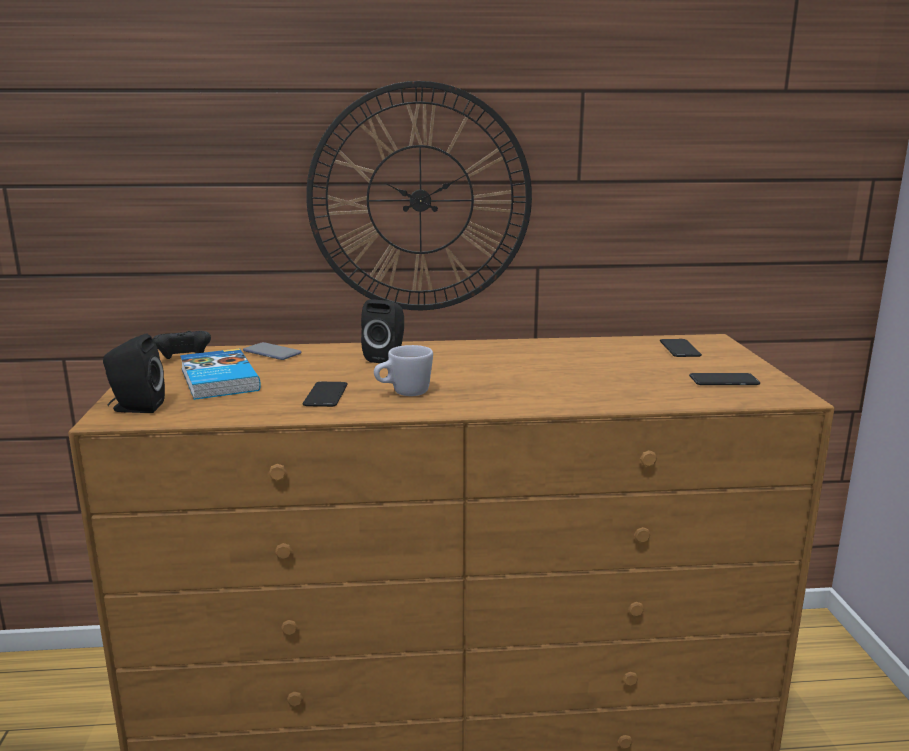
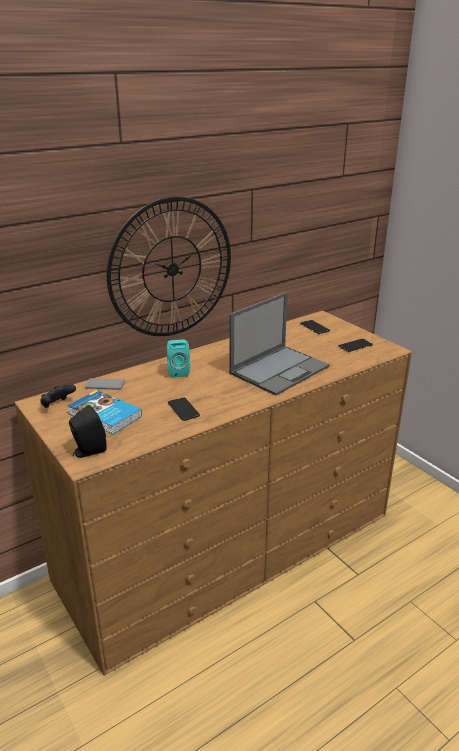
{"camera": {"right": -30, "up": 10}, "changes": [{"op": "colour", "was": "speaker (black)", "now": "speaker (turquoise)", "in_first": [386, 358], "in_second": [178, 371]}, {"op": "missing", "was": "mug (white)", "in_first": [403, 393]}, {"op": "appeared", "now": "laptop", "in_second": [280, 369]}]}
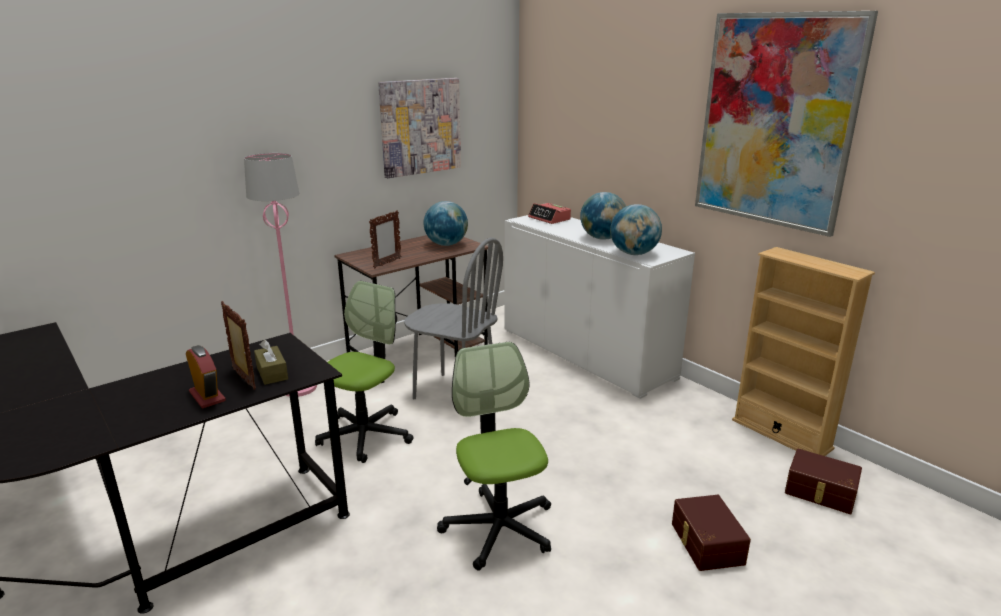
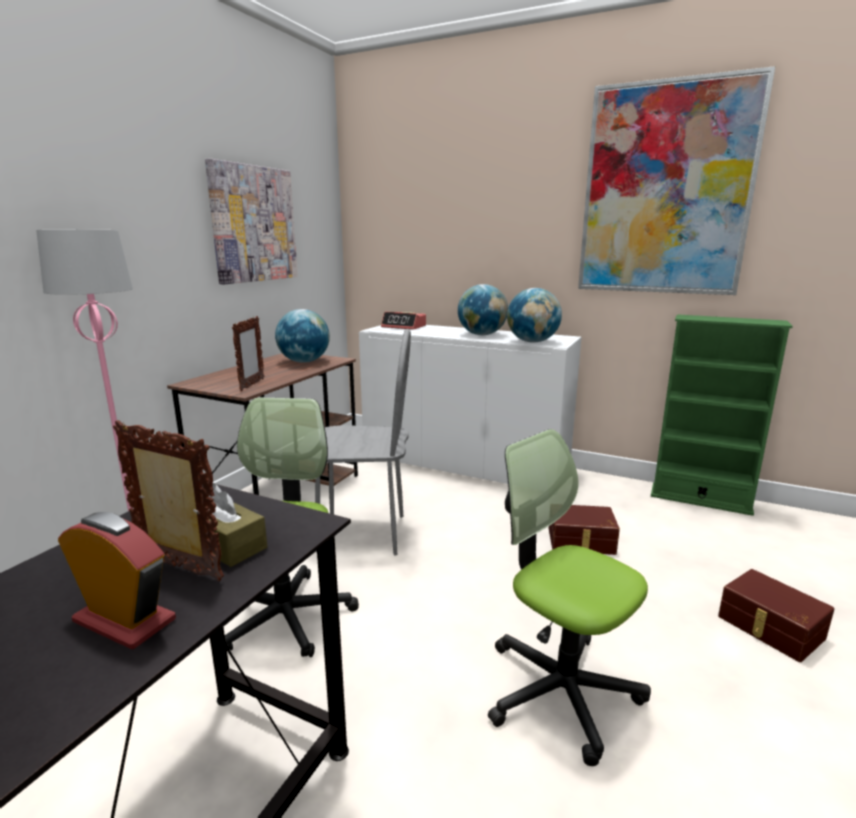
{"camera": {"right": -25, "up": -5}, "changes": [{"op": "colour", "was": "bookcase (beige)", "now": "bookcase (green)", "in_first": [781, 434], "in_second": [700, 499]}, {"op": "relocated", "was": "storage box (brown)", "in_first": [820, 492], "in_second": [581, 541]}]}
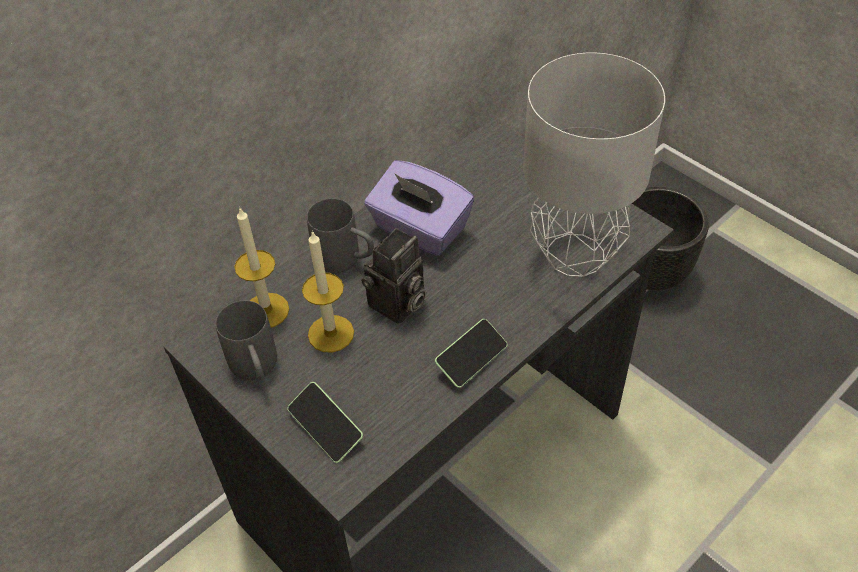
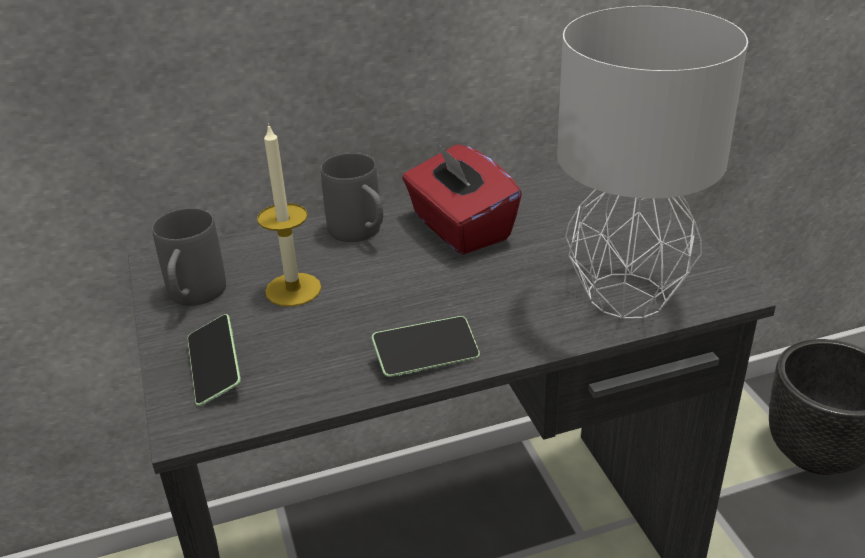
{"camera": {"right": 25, "up": -15}, "changes": [{"op": "missing", "was": "candle", "in_first": [266, 310]}, {"op": "missing", "was": "photo camera", "in_first": [397, 305]}, {"op": "colour", "was": "tissue box (purple)", "now": "tissue box (red)", "in_first": [419, 229], "in_second": [460, 228]}]}
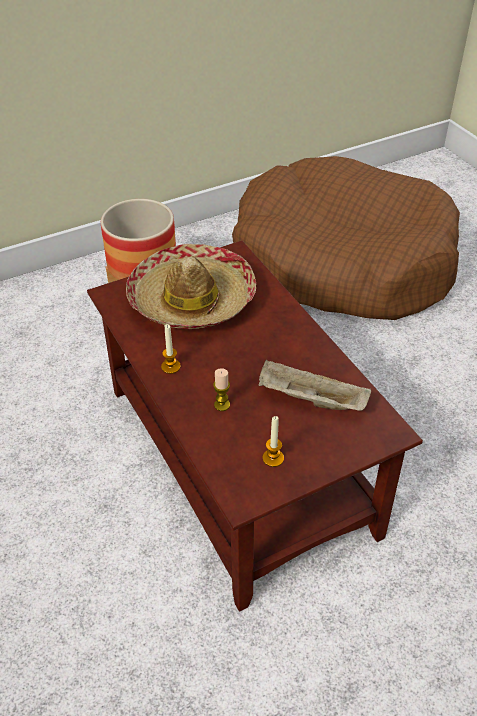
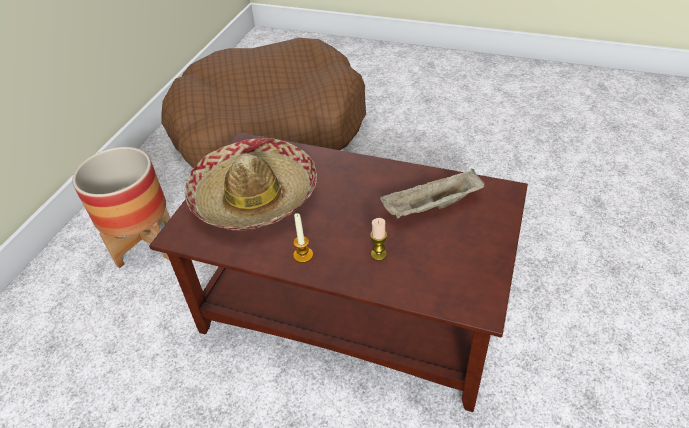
{"camera": {"right": -40, "up": 0}, "changes": [{"op": "missing", "was": "candle", "in_first": [273, 458]}]}
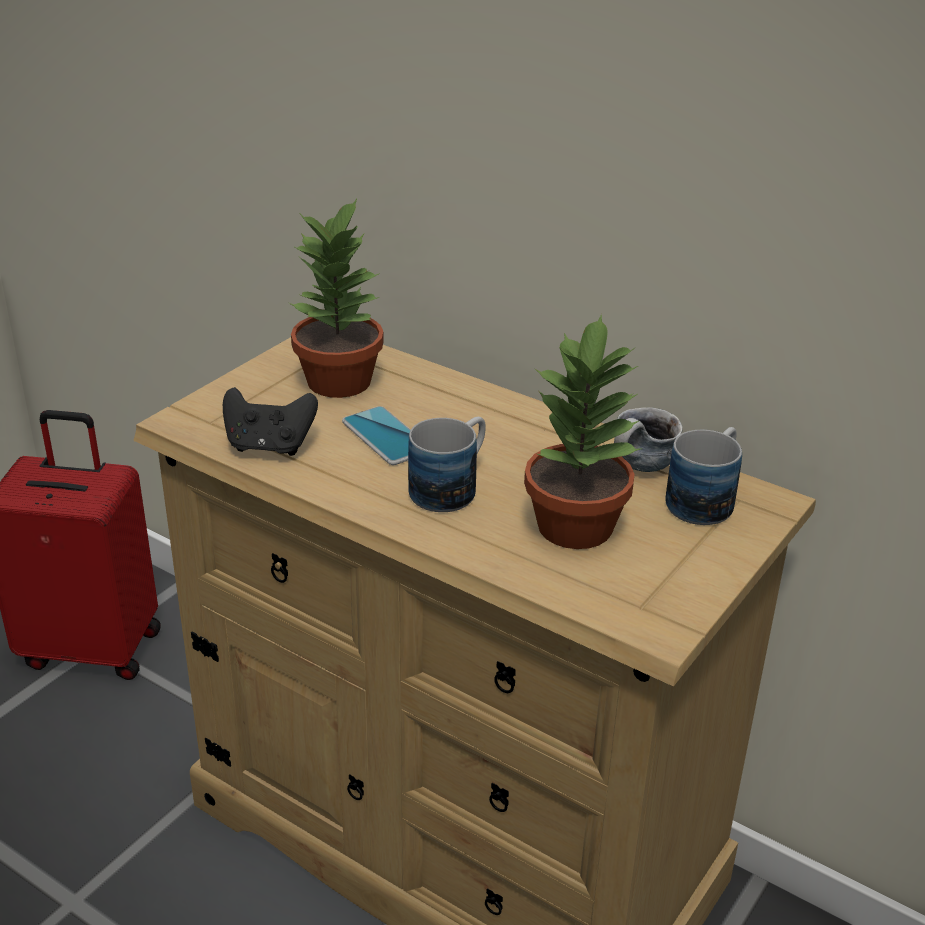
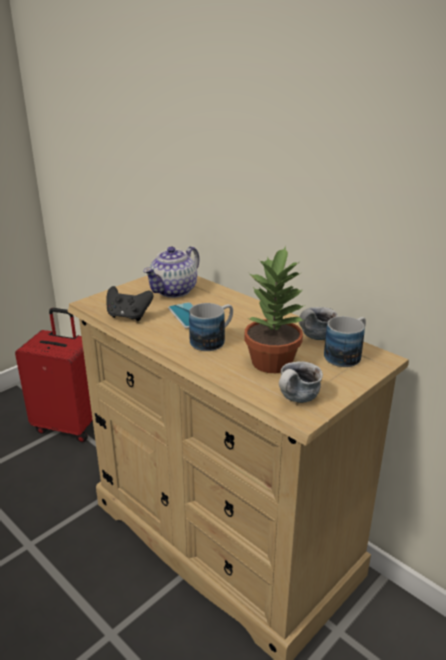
{"camera": {"right": 10, "up": -5}, "changes": [{"op": "exchanged", "was": "potted plant", "now": "teapot", "in_first": [341, 382], "in_second": [174, 291]}, {"op": "appeared", "now": "mug", "in_second": [297, 400]}]}
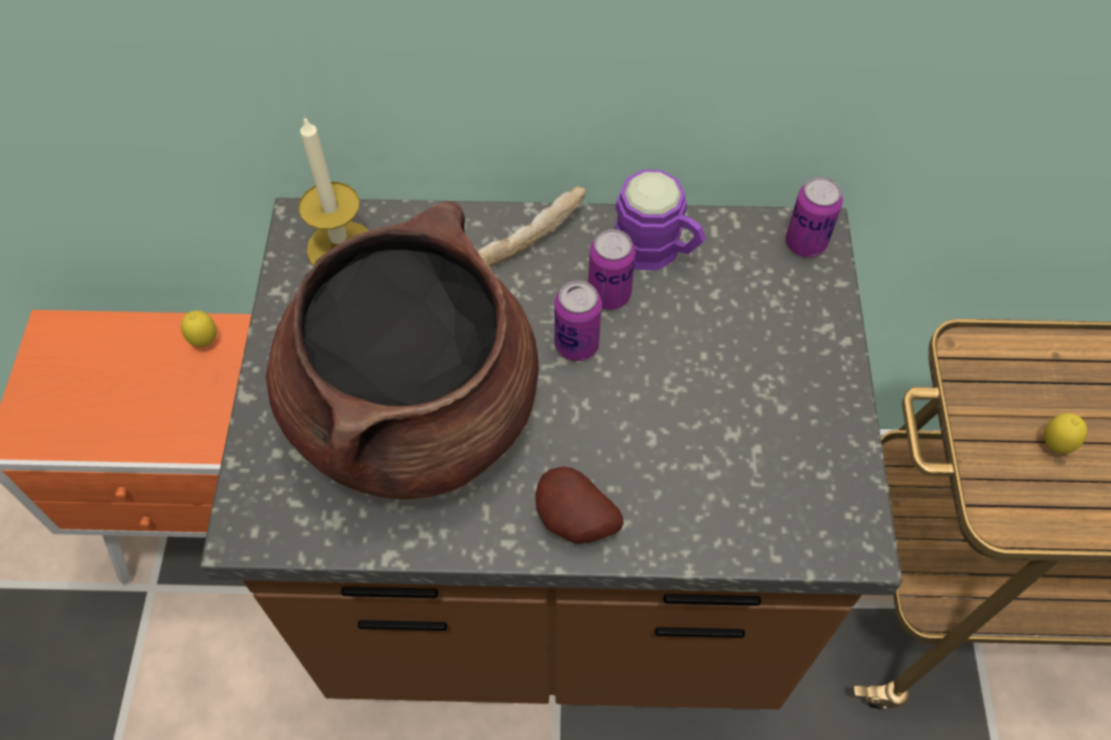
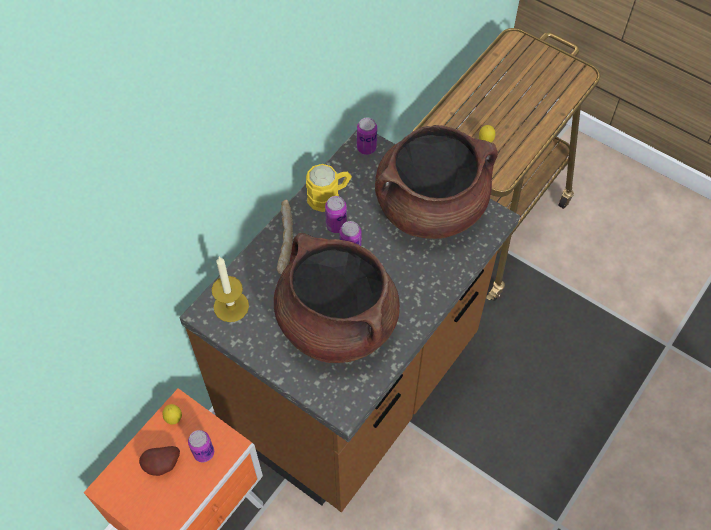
{"camera": {"right": -55, "up": 0}, "changes": [{"op": "relocated", "was": "potato", "in_first": [573, 523], "in_second": [162, 466]}, {"op": "colour", "was": "mug (purple)", "now": "mug (yellow)", "in_first": [658, 250], "in_second": [329, 196]}, {"op": "appeared", "now": "can", "in_second": [204, 453]}, {"op": "appeared", "now": "cooking pot (brown)", "in_second": [430, 207]}]}
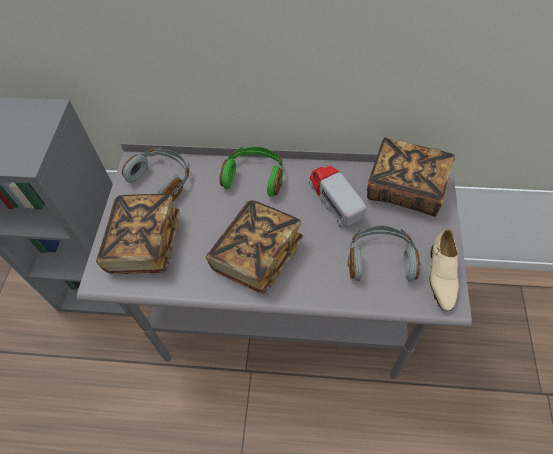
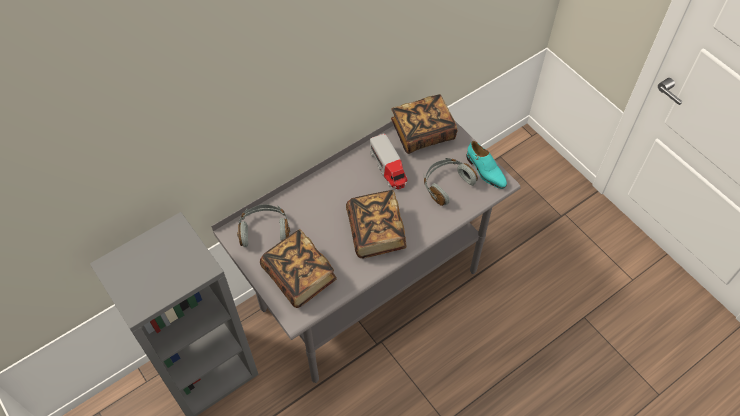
{"camera": {"right": -45, "up": 0}, "changes": [{"op": "missing", "was": "headphones (green)", "in_first": [254, 177]}, {"op": "spun", "was": "toy truck", "in_first": [334, 200], "in_second": [388, 168], "clockwise": -135}, {"op": "colour", "was": "shoe (beige)", "now": "shoe (turquoise)", "in_first": [441, 276], "in_second": [485, 171]}]}
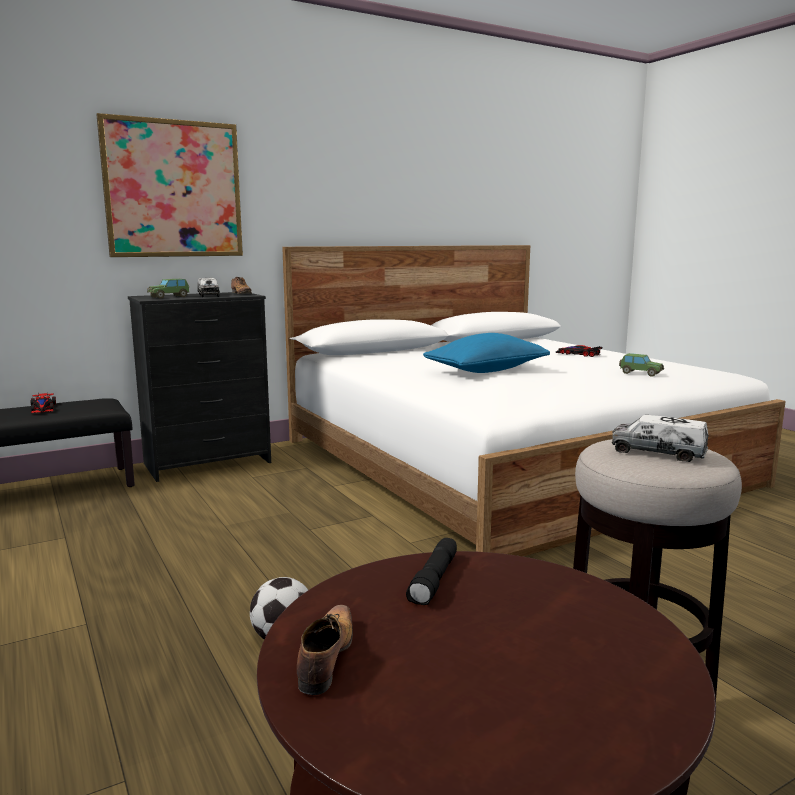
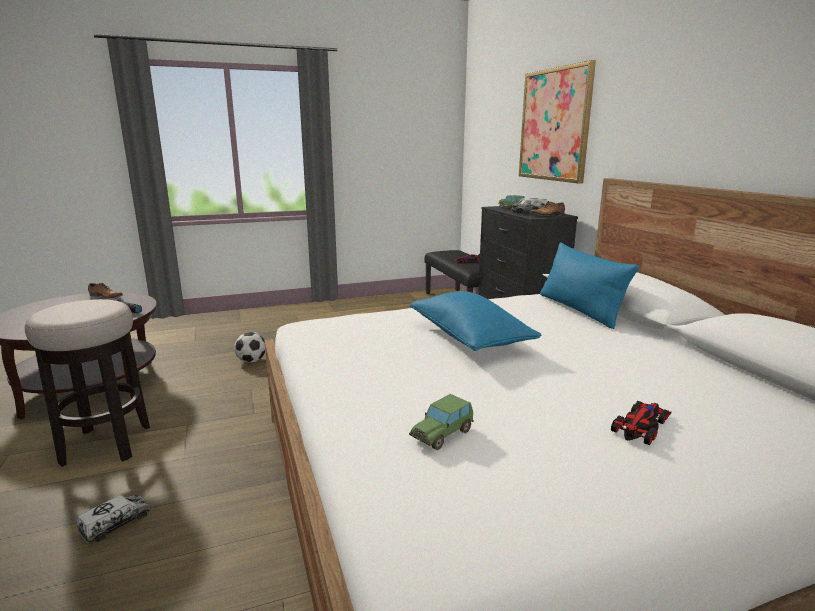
{"camera": {"right": 100, "up": 5}, "changes": [{"op": "relocated", "was": "toy truck", "in_first": [658, 452], "in_second": [115, 524]}, {"op": "appeared", "now": "pillow (blue)", "in_second": [579, 309]}]}
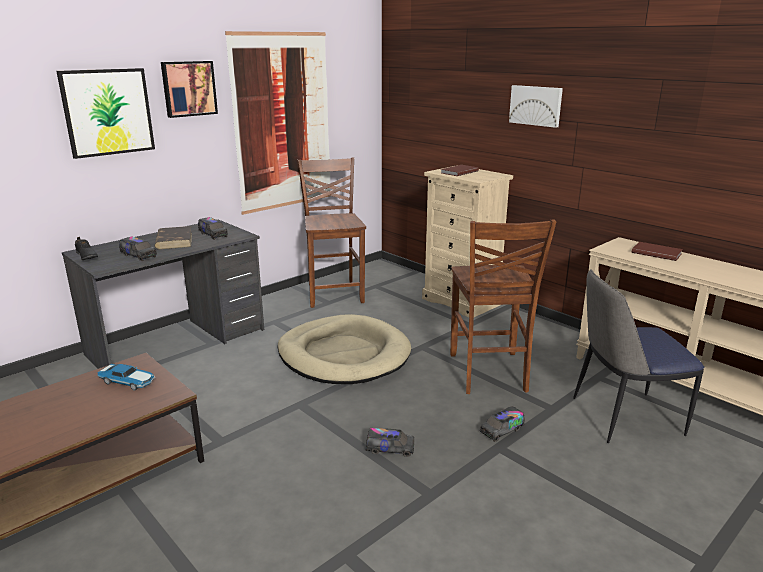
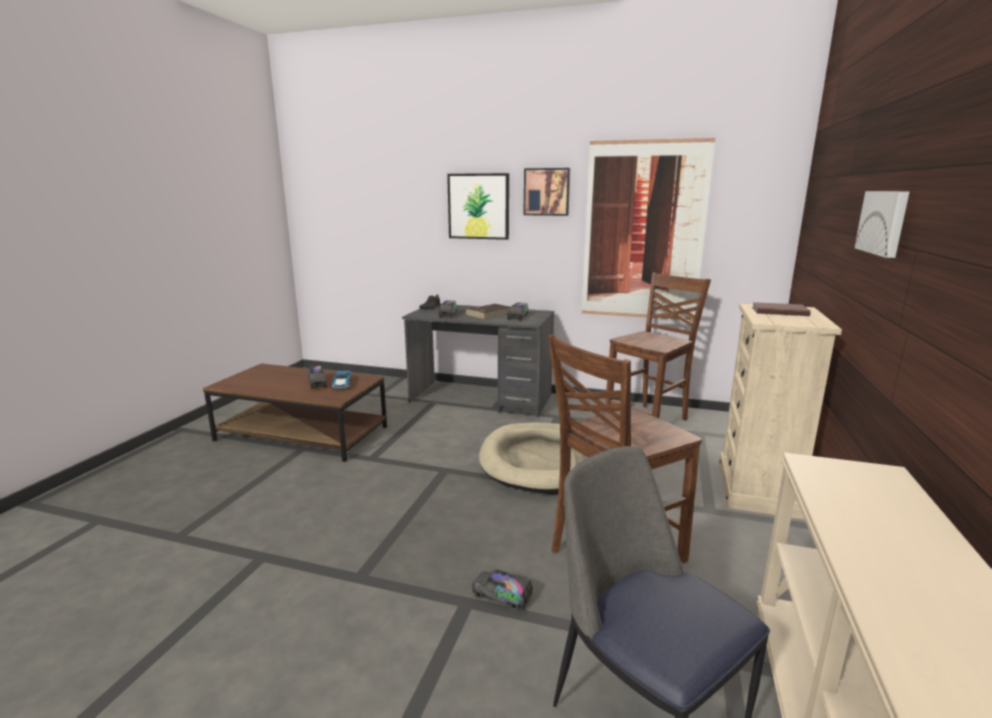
{"camera": {"right": 60, "up": -5}, "changes": [{"op": "relocated", "was": "toy truck", "in_first": [390, 449], "in_second": [317, 383]}, {"op": "missing", "was": "book (brown)", "in_first": [656, 253]}]}
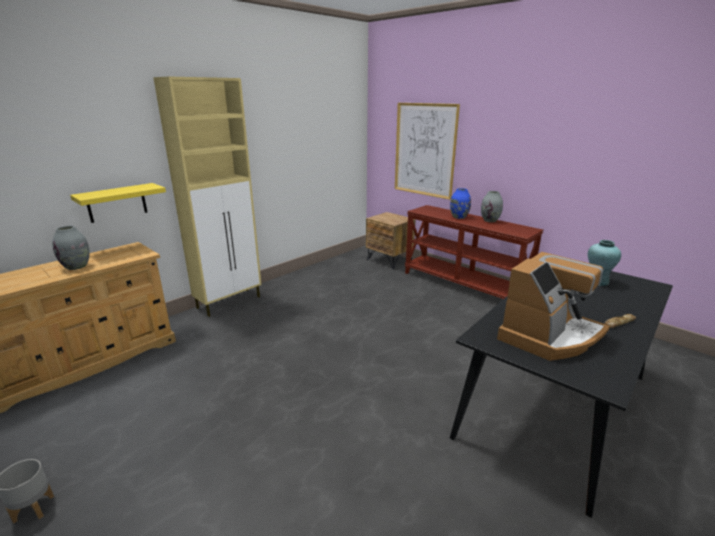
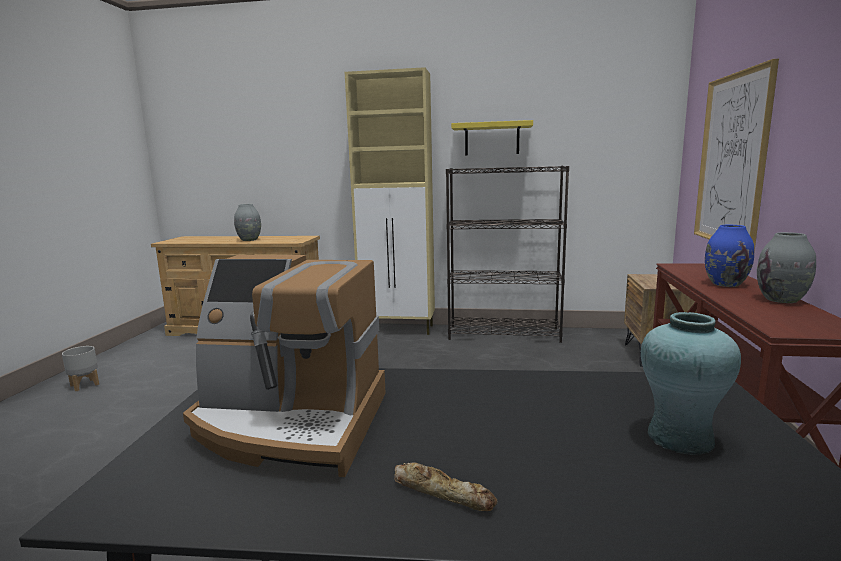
{"camera": {"right": 55, "up": -10}, "changes": [{"op": "relocated", "was": "shelf (yellow)", "in_first": [117, 203], "in_second": [492, 139]}, {"op": "appeared", "now": "bookcase (black)", "in_second": [504, 333]}]}
